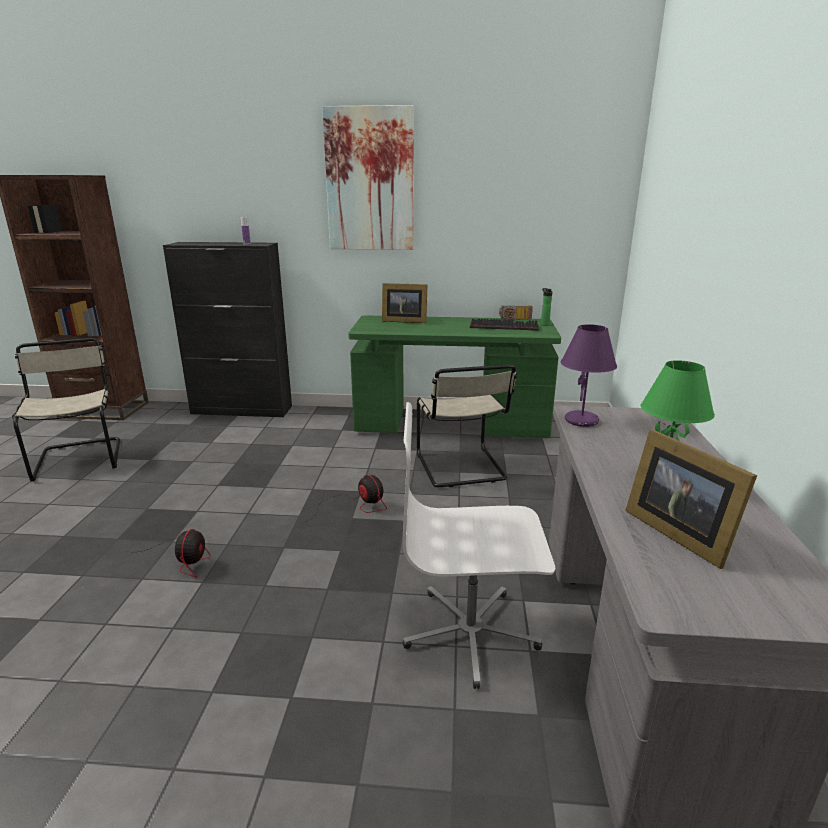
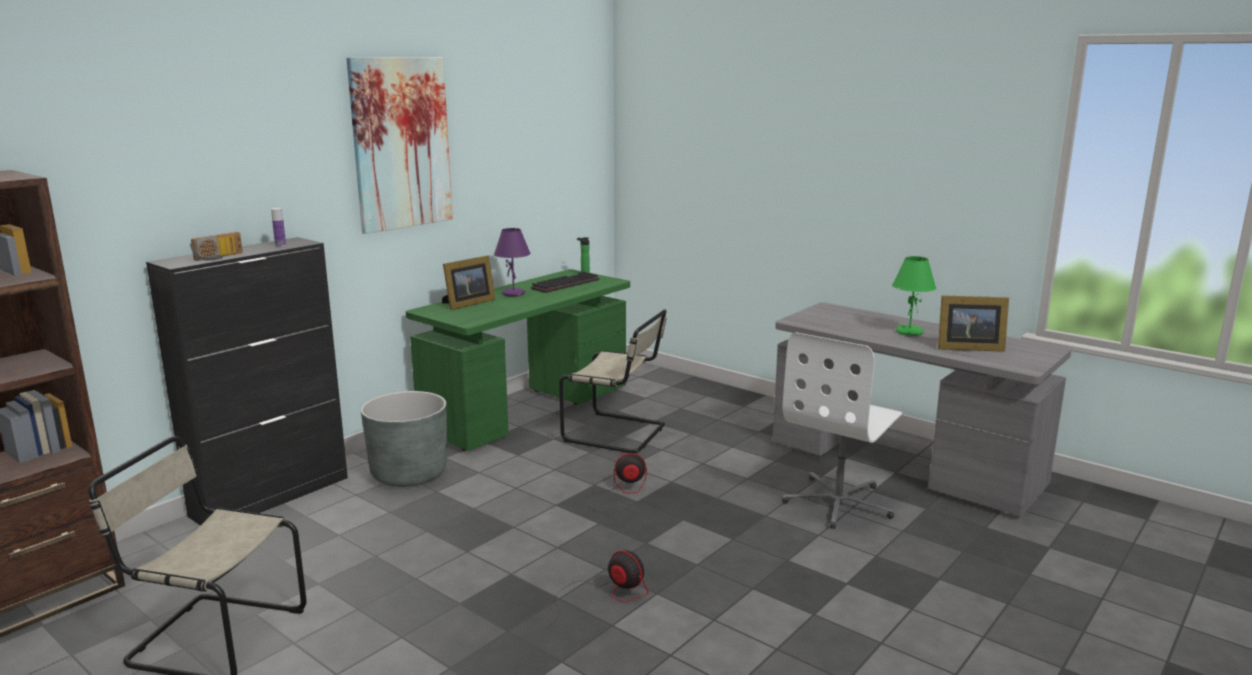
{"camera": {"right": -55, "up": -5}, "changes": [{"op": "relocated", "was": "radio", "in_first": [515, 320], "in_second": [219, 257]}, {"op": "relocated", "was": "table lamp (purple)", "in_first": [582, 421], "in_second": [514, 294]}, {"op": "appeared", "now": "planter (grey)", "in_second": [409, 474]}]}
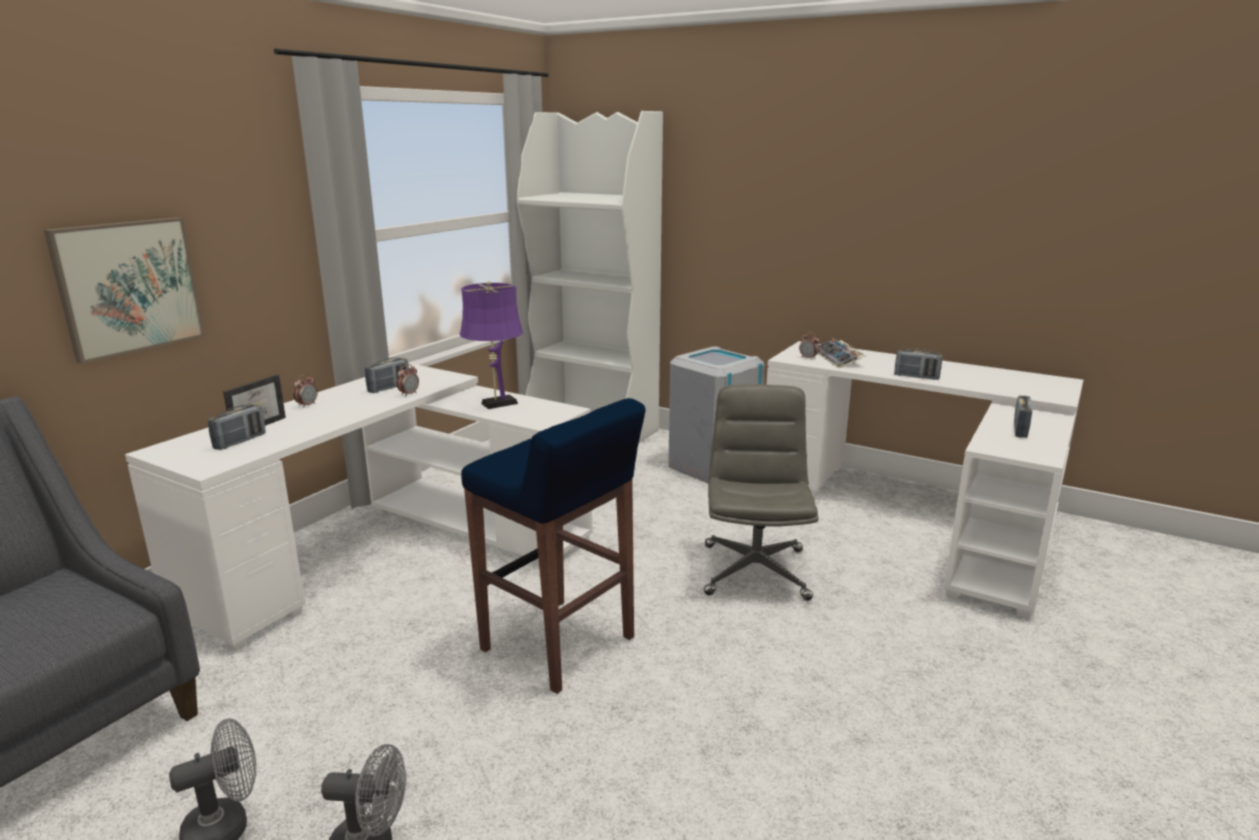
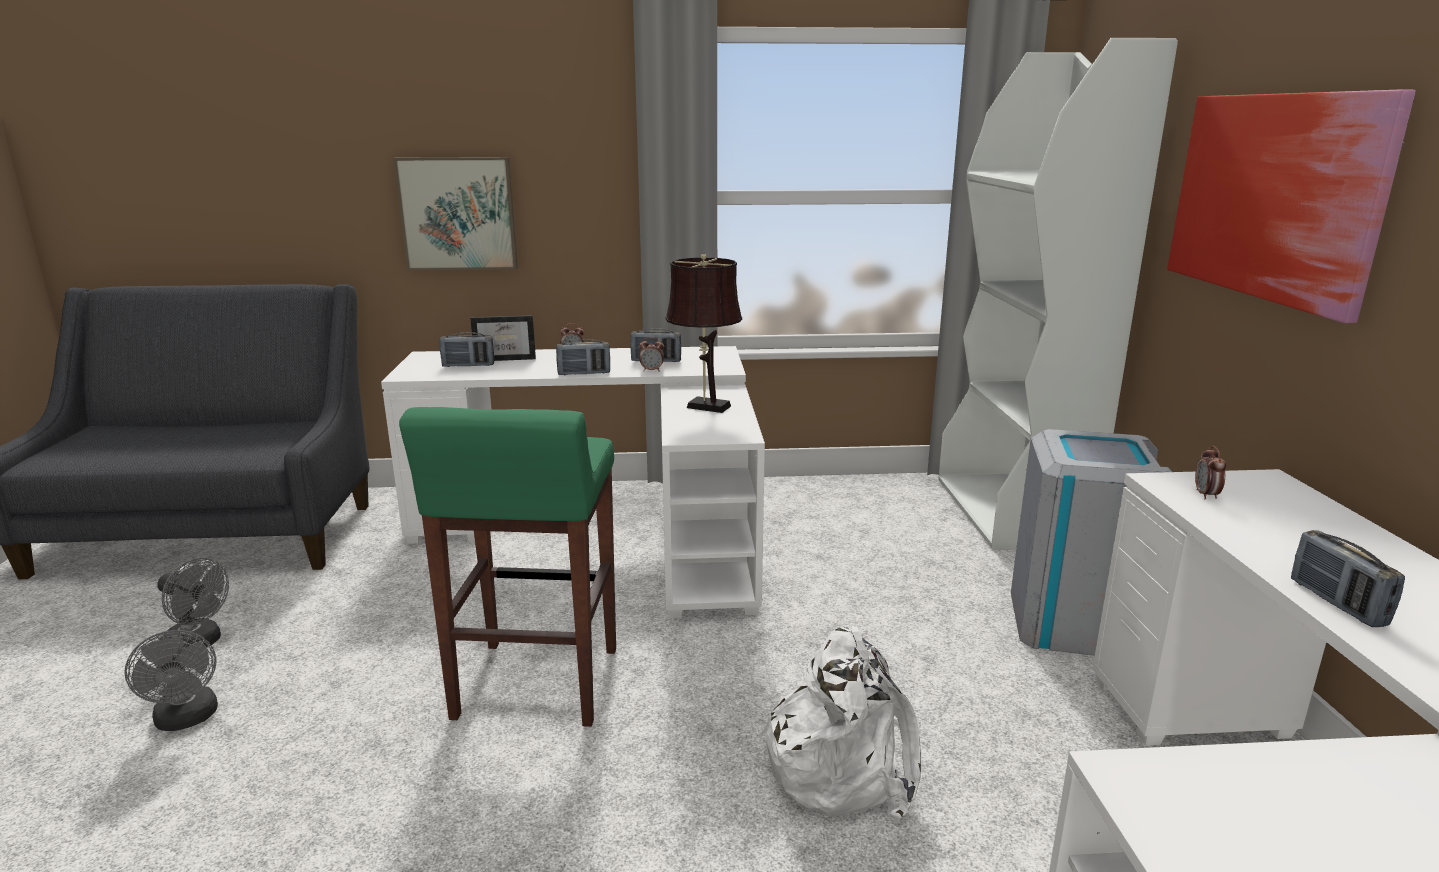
{"camera": {"right": 55, "up": 0}, "changes": [{"op": "colour", "was": "table lamp (purple)", "now": "table lamp (brown)", "in_first": [496, 404], "in_second": [704, 406]}, {"op": "colour", "was": "stool (blue)", "now": "stool (green)", "in_first": [559, 645], "in_second": [536, 685]}, {"op": "exchanged", "was": "office chair (grey)", "now": "backpack (white)", "in_first": [754, 571], "in_second": [842, 765]}, {"op": "missing", "was": "keyboard", "in_first": [840, 359]}, {"op": "relocated", "was": "radio", "in_first": [1020, 430], "in_second": [584, 373]}, {"op": "appeared", "now": "picture", "in_second": [1274, 196]}]}
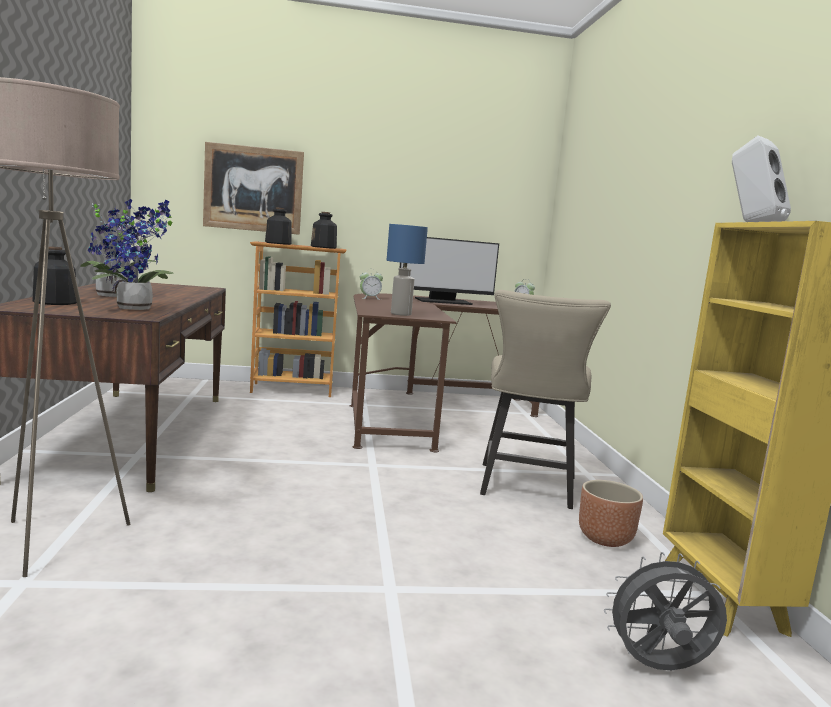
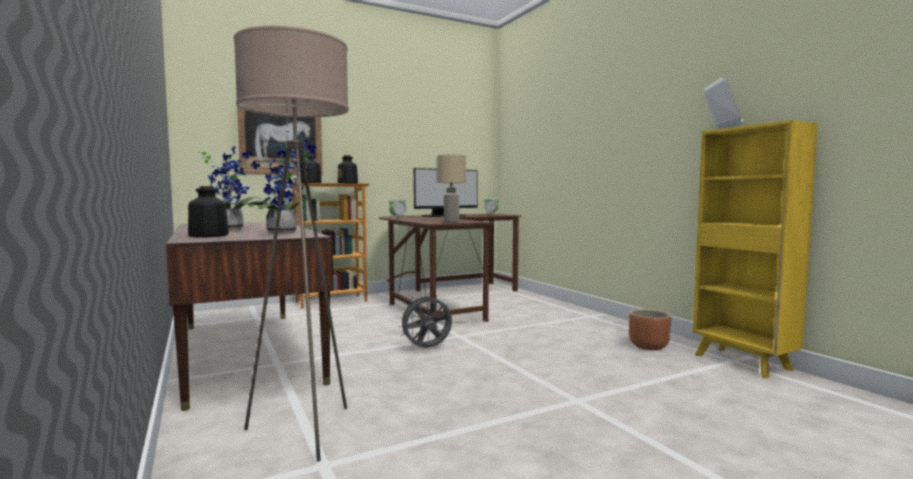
{"camera": {"right": -20, "up": -5}, "changes": [{"op": "colour", "was": "table lamp (blue)", "now": "table lamp (beige)", "in_first": [401, 314], "in_second": [451, 222]}, {"op": "missing", "was": "chair (beige)", "in_first": [526, 488]}, {"op": "relocated", "was": "fan (grey)", "in_first": [658, 669], "in_second": [427, 349]}]}
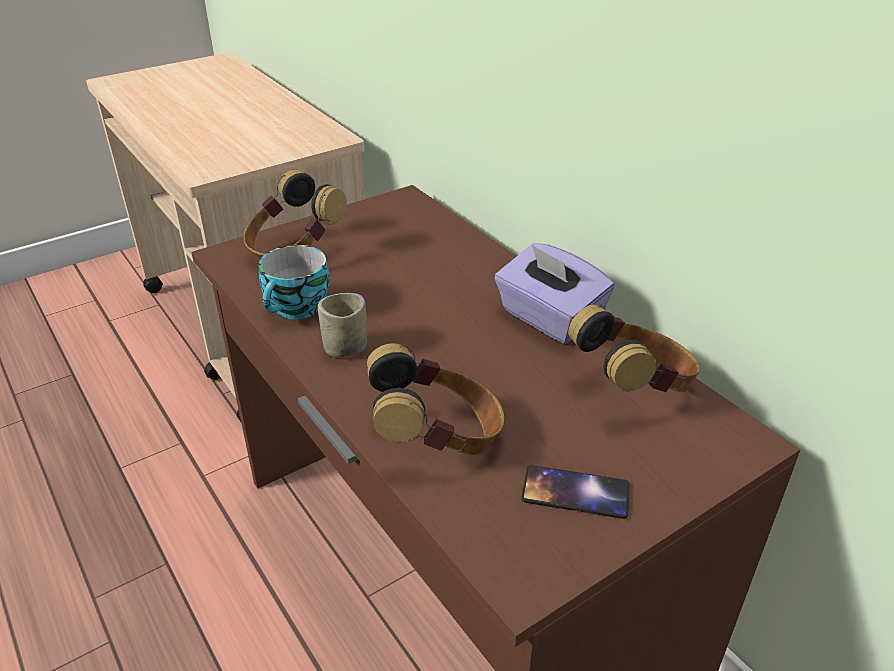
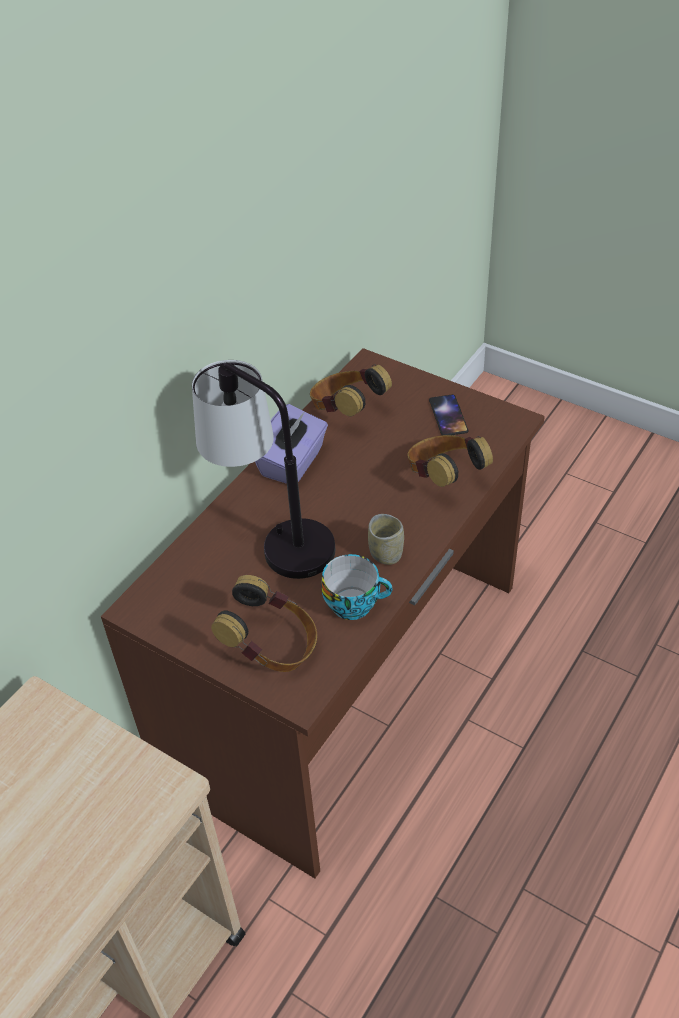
{"camera": {"right": -110, "up": 10}, "changes": [{"op": "appeared", "now": "table lamp", "in_second": [272, 537]}]}
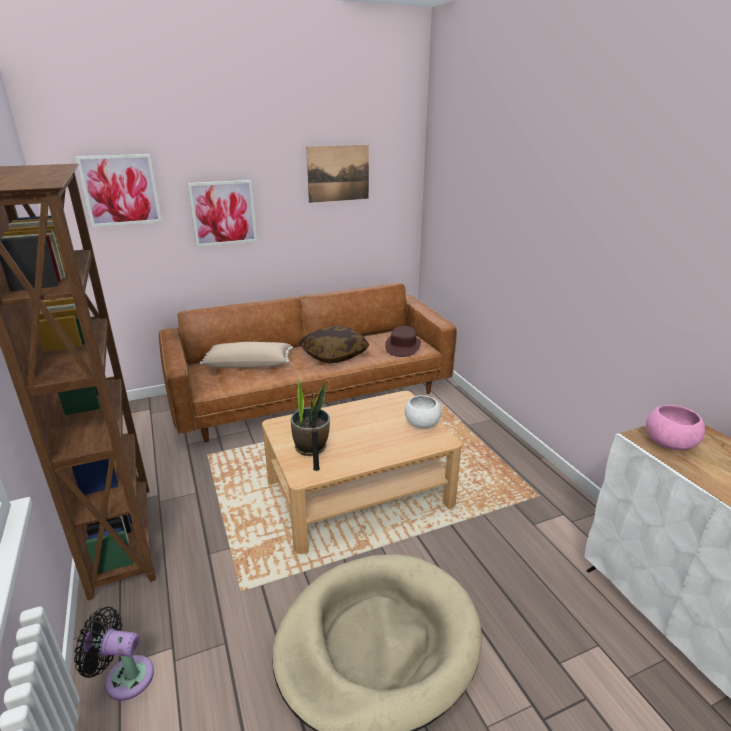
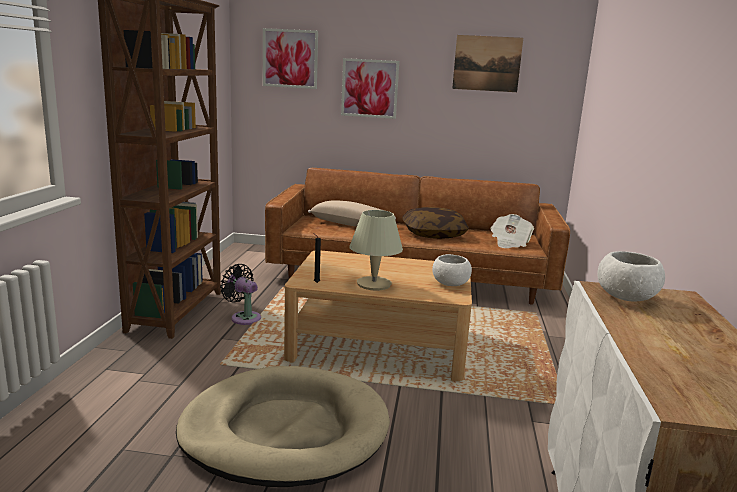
{"camera": {"right": 30, "up": -10}, "changes": [{"op": "relocated", "was": "fan (black)", "in_first": [124, 677], "in_second": [243, 317]}, {"op": "missing", "was": "potted plant", "in_first": [311, 447]}, {"op": "exchanged", "was": "hat (brown)", "now": "newspaper", "in_first": [403, 346], "in_second": [509, 243]}, {"op": "colour", "was": "bowl (pink)", "now": "bowl (white)", "in_first": [670, 443], "in_second": [627, 297]}, {"op": "appeared", "now": "table lamp (beige)", "in_second": [374, 284]}]}
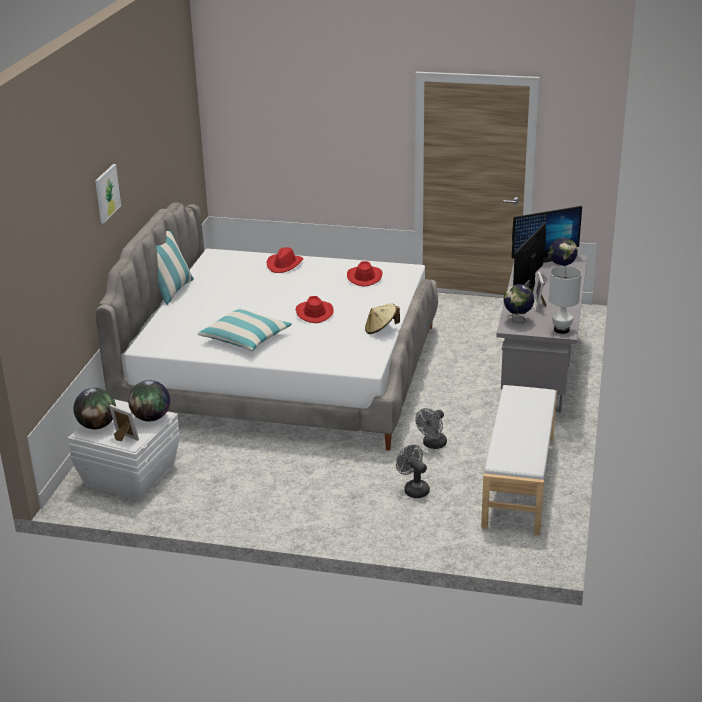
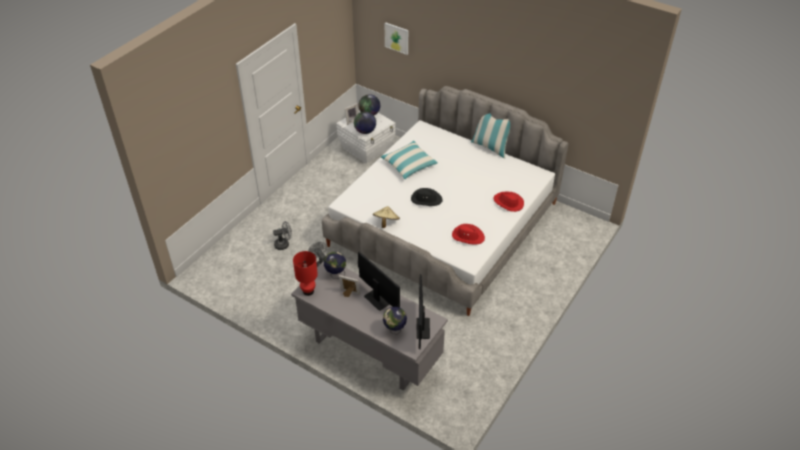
{"camera": {"right": 110, "up": 15}, "changes": [{"op": "relocated", "was": "picture", "in_first": [107, 193], "in_second": [396, 38]}, {"op": "colour", "was": "hat (red)", "now": "hat (black)", "in_first": [314, 313], "in_second": [426, 199]}, {"op": "missing", "was": "bench (white)", "in_first": [520, 481]}, {"op": "colour", "was": "table lamp (white)", "now": "table lamp (red)", "in_first": [561, 330], "in_second": [308, 291]}]}
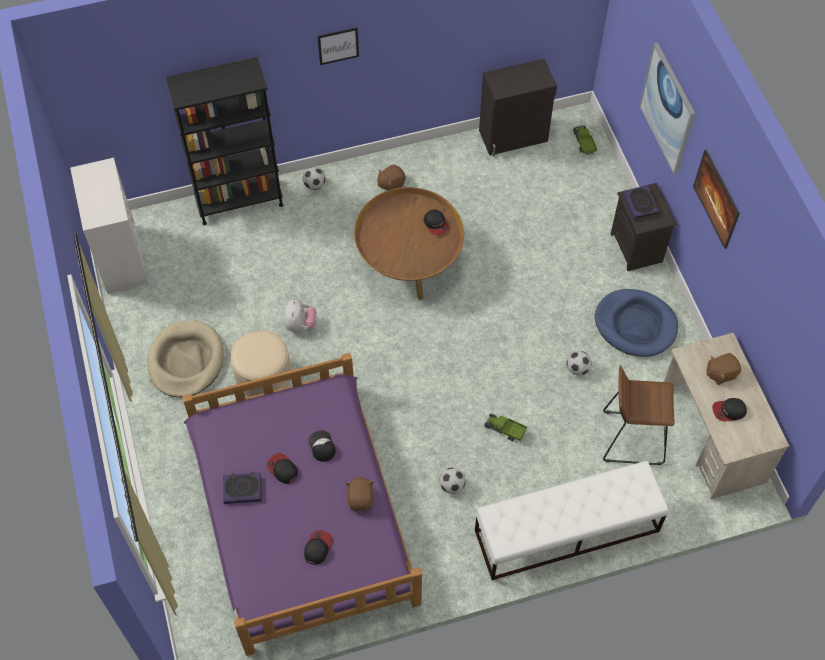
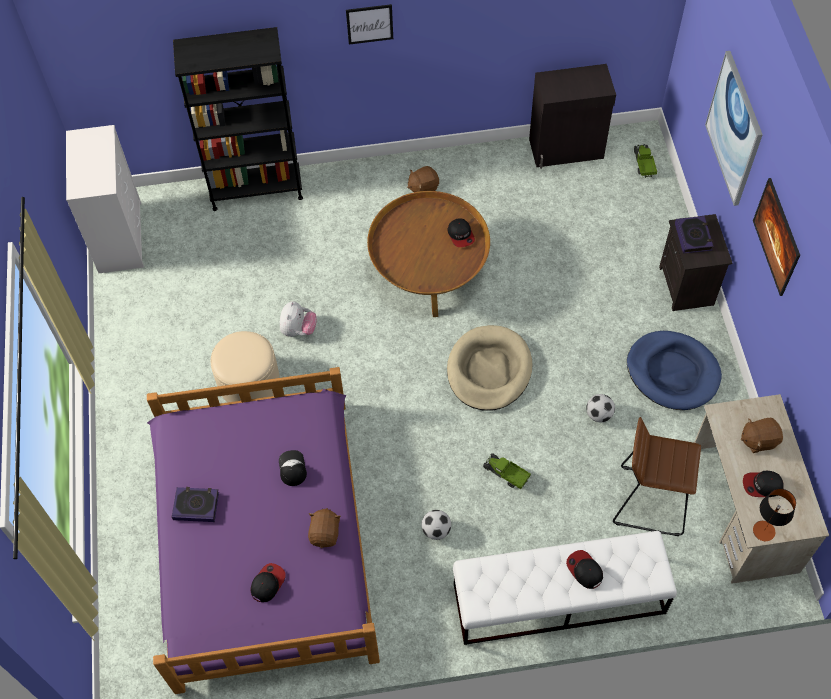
{"camera": {"right": 10, "up": 0}, "changes": [{"op": "relocated", "was": "dog bed (beige)", "in_first": [186, 361], "in_second": [489, 370]}, {"op": "relocated", "was": "cap", "in_first": [282, 469], "in_second": [584, 570]}, {"op": "missing", "was": "football", "in_first": [314, 185]}, {"op": "appeared", "now": "table lamp", "in_second": [764, 531]}]}
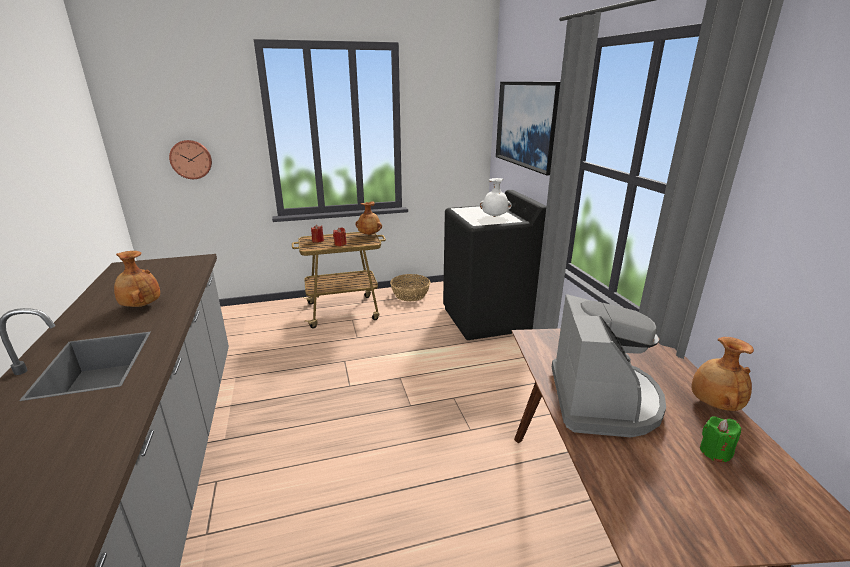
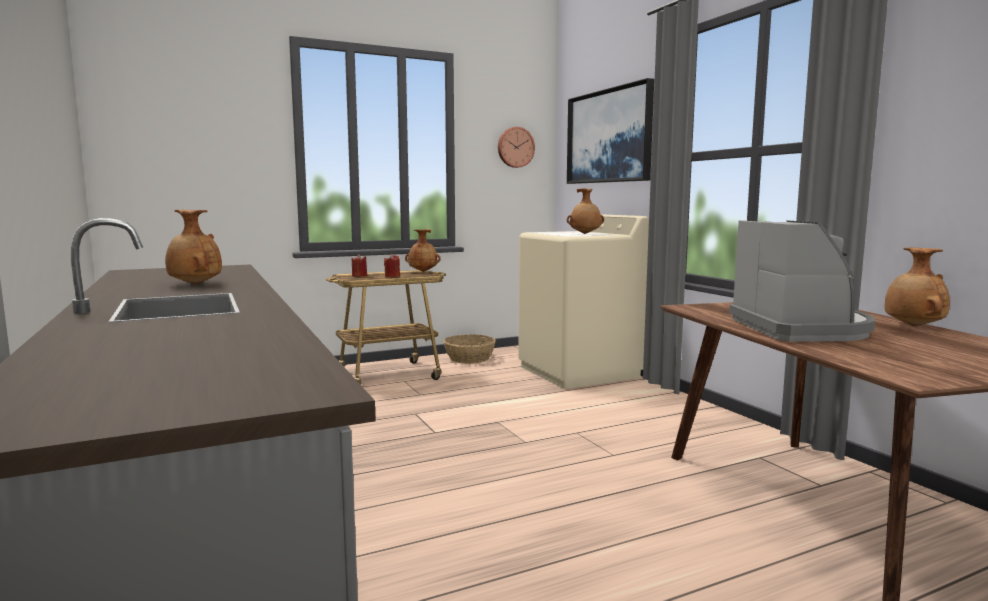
{"camera": {"right": -10, "up": -15}, "changes": [{"op": "relocated", "was": "wall clock", "in_first": [191, 159], "in_second": [515, 147]}, {"op": "colour", "was": "washing machine (black)", "now": "washing machine (beige)", "in_first": [487, 319], "in_second": [579, 372]}, {"op": "colour", "was": "vase (white)", "now": "vase (brown)", "in_first": [494, 216], "in_second": [585, 233]}, {"op": "missing", "was": "candle (green)", "in_first": [715, 452]}]}
